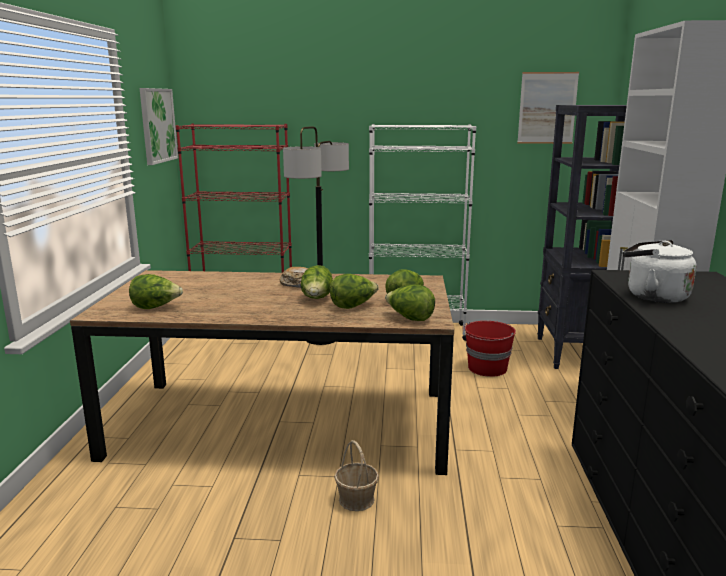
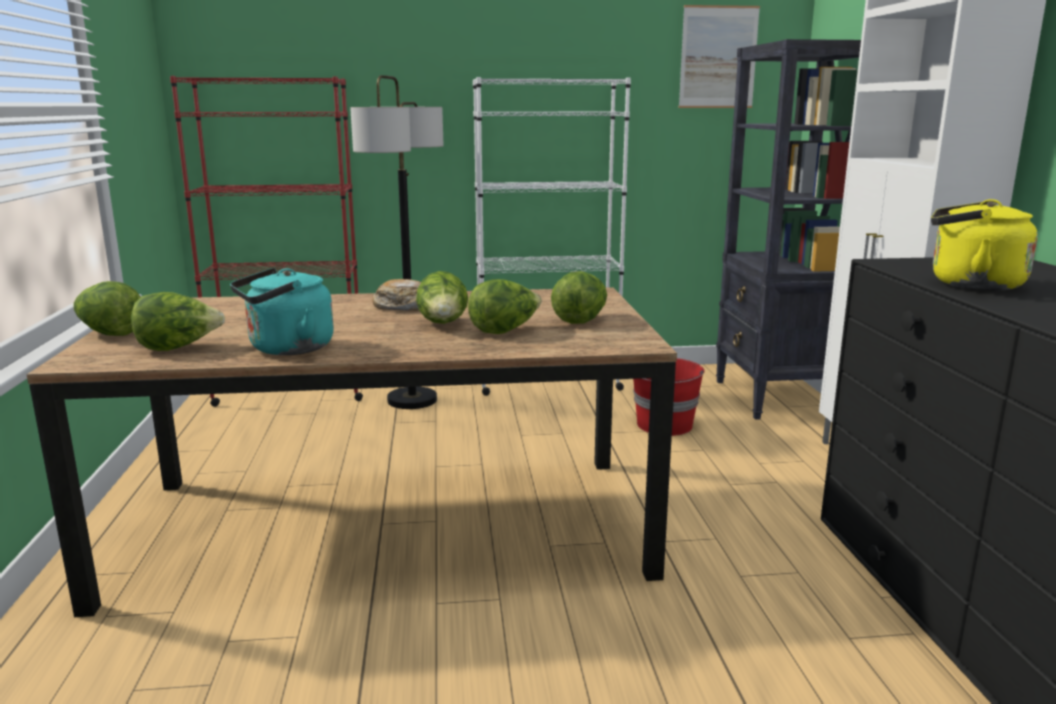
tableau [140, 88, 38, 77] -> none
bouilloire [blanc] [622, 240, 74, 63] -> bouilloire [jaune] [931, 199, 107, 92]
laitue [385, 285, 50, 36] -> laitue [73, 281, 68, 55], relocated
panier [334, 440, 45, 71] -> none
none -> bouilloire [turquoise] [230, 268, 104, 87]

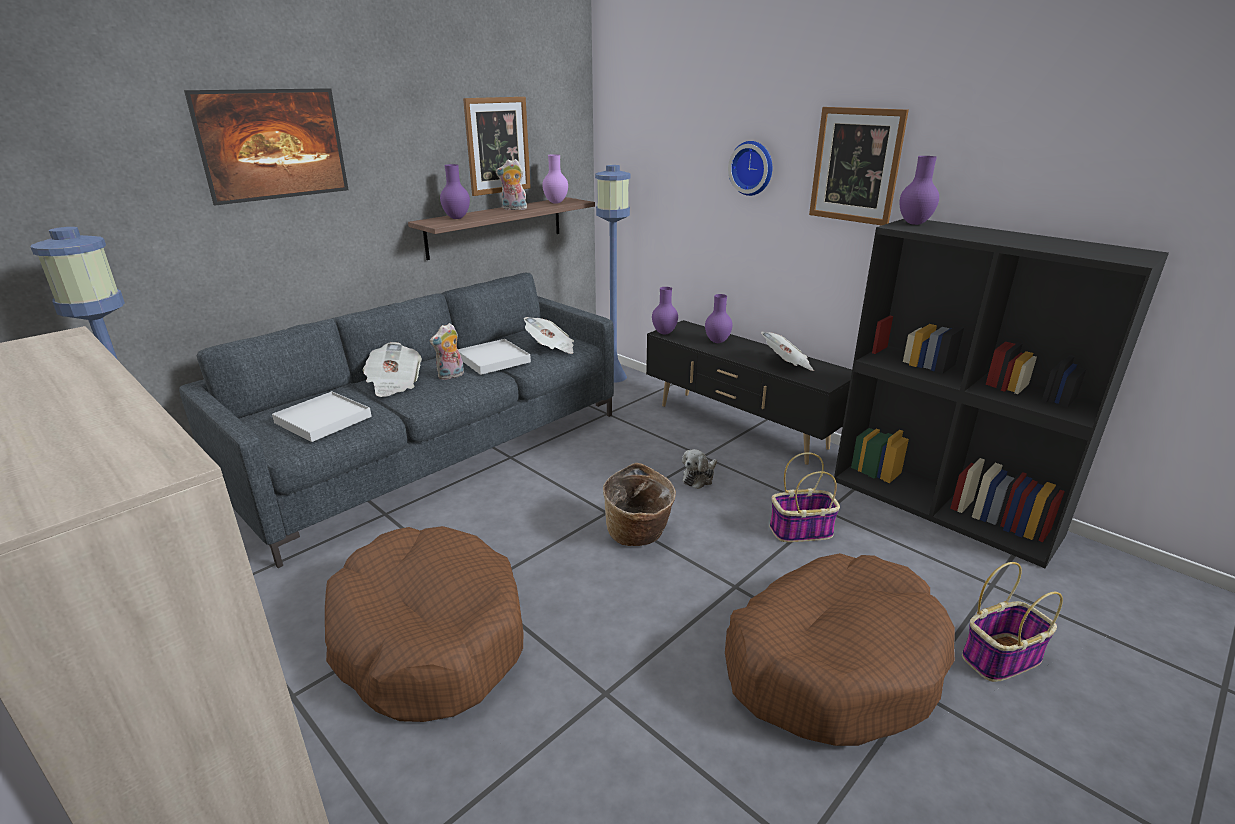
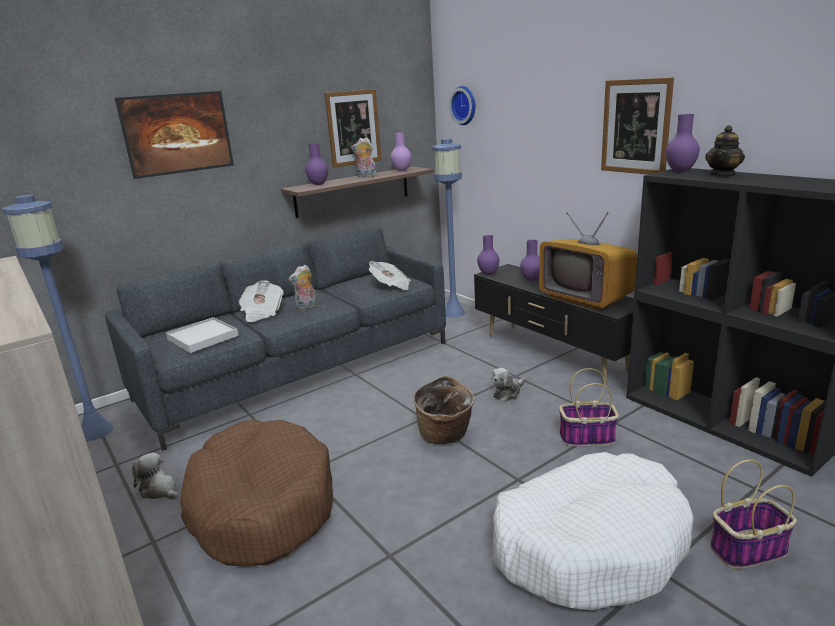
horloge murale [728, 141, 44, 55] -> horloge murale [449, 86, 27, 39], relocated
journal [761, 332, 53, 39] -> téléviseur [539, 212, 99, 98]
plateau [blanc] [458, 339, 73, 36] -> none
panier pour chien [marron] [725, 553, 230, 193] -> panier pour chien [blanc] [492, 452, 201, 158]
none -> théière [705, 125, 40, 52]
none -> peluche [132, 452, 46, 48]

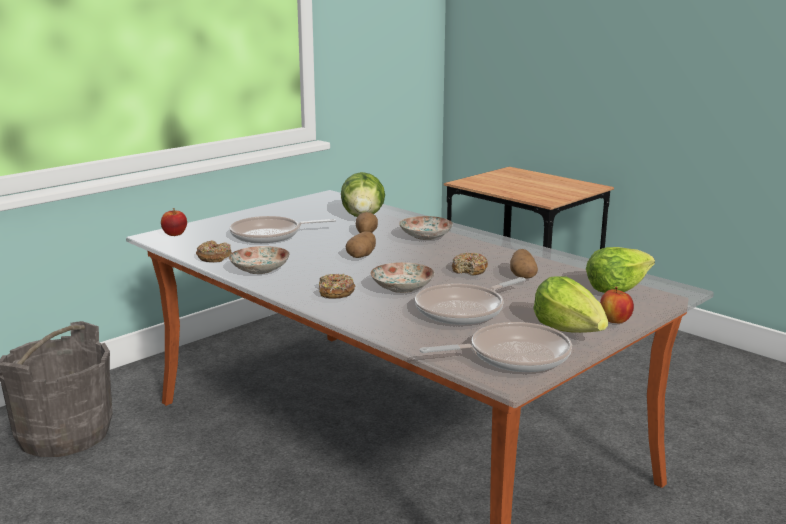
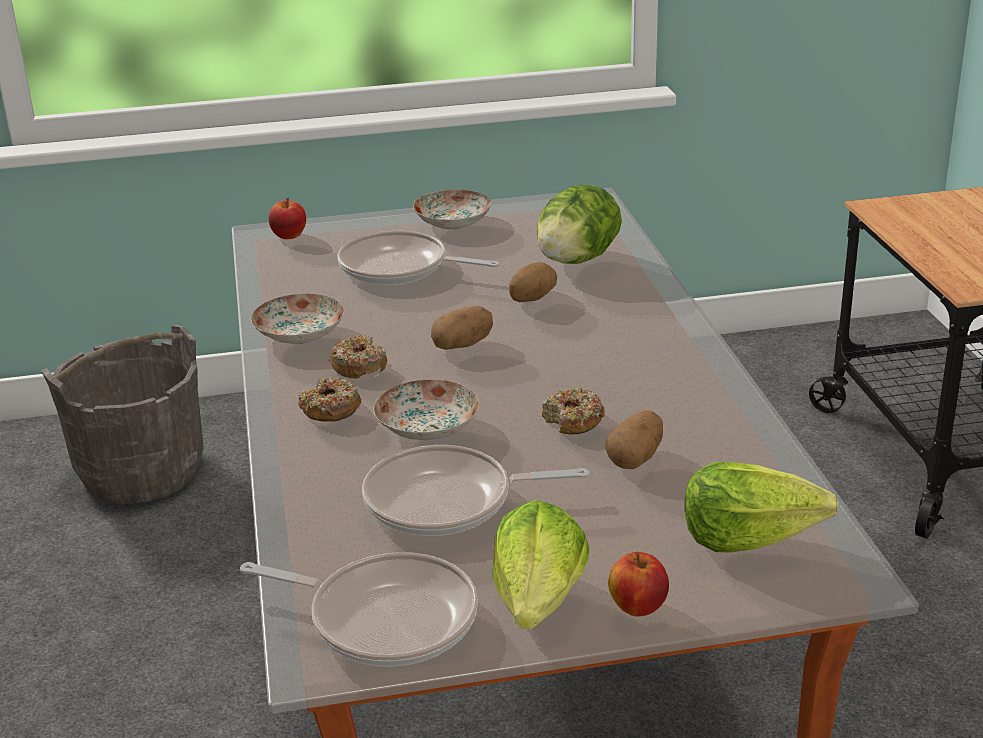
assiette [399, 216, 54, 24] -> assiette [413, 189, 78, 40], relocated
beignet [196, 241, 36, 21] -> beignet [329, 335, 58, 44], relocated

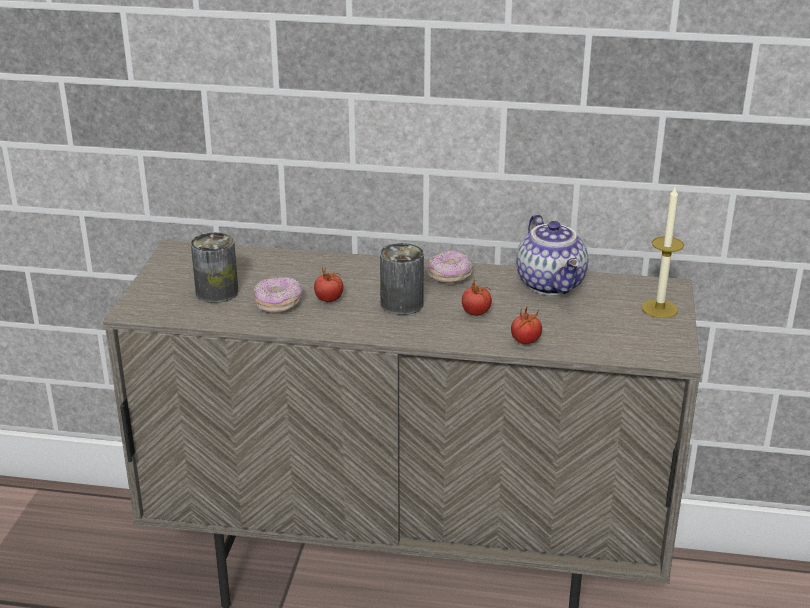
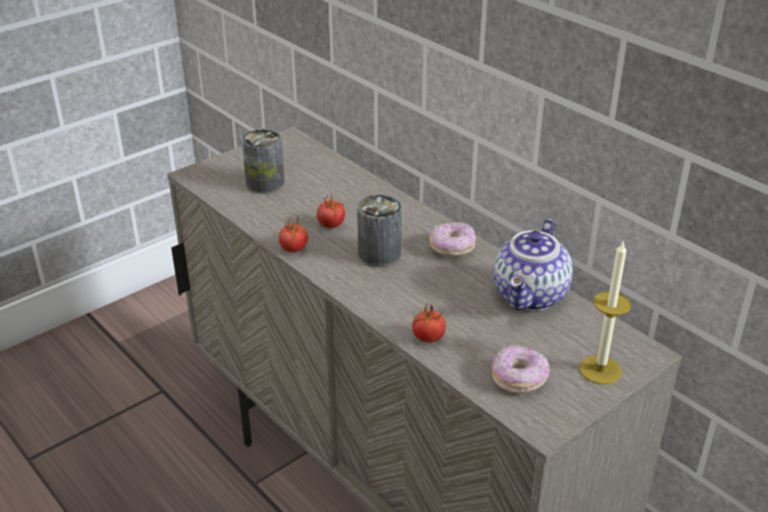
beignet [254, 277, 48, 37] -> beignet [492, 345, 58, 48], relocated
tomate [462, 279, 30, 37] -> tomate [279, 218, 29, 35], relocated

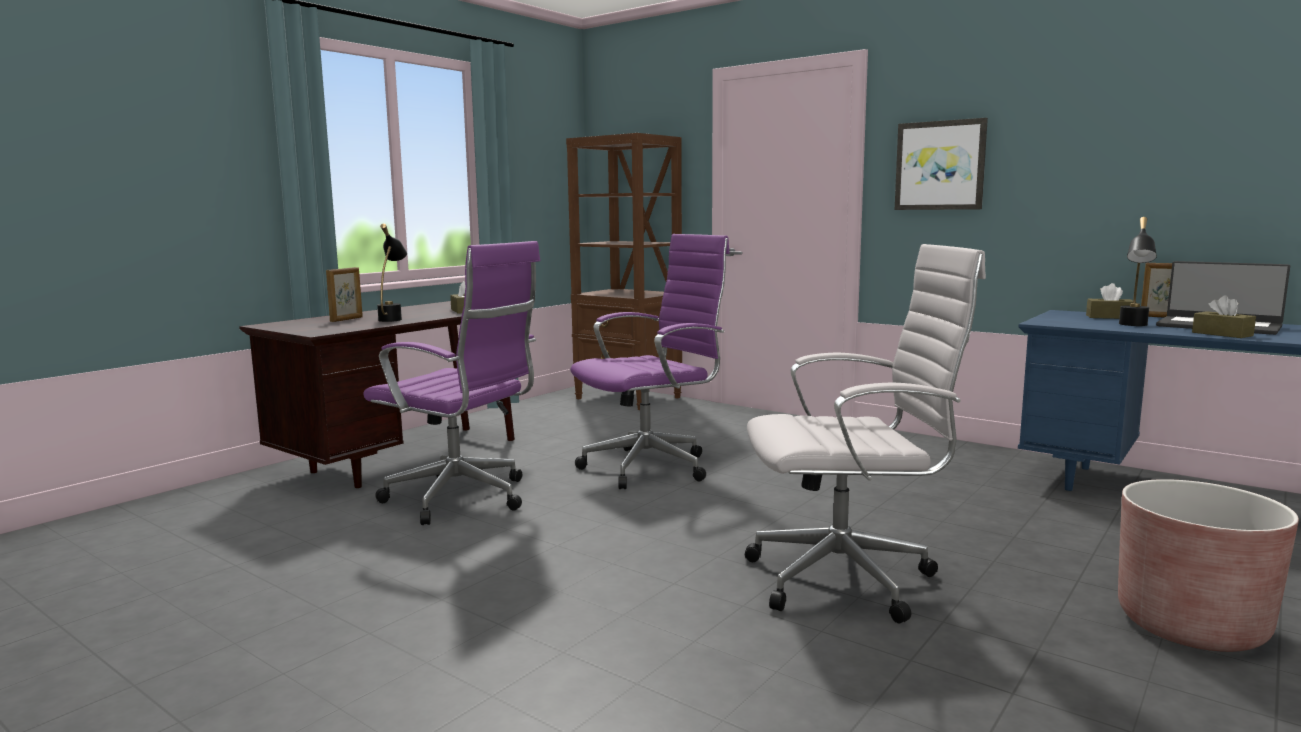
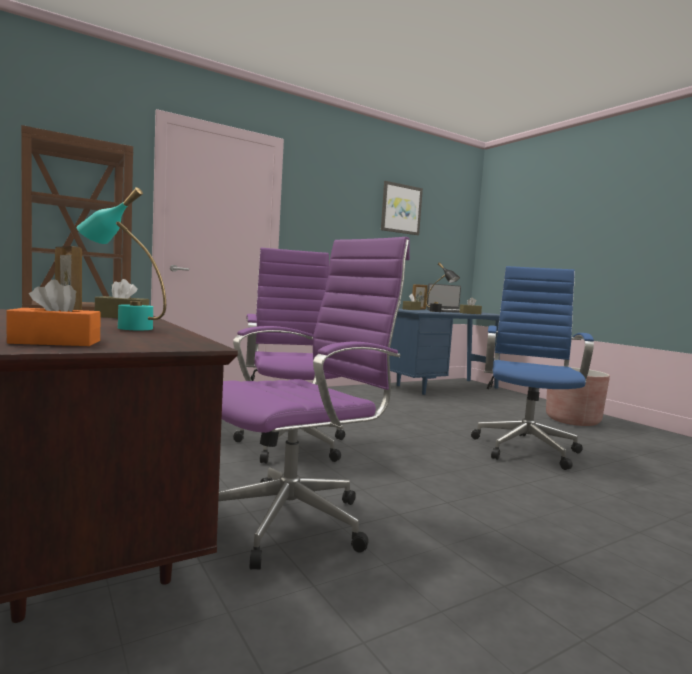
tableau [895, 118, 93, 92] -> tableau [381, 181, 42, 54], relocated
lampe de table [noir] [377, 223, 30, 99] -> lampe de table [turquoise] [77, 187, 89, 143]
chaise de bureau [blanc] [745, 244, 241, 379] -> chaise de bureau [bleu] [471, 266, 123, 204]
none -> boîte à mouchoirs [orange] [6, 279, 95, 67]

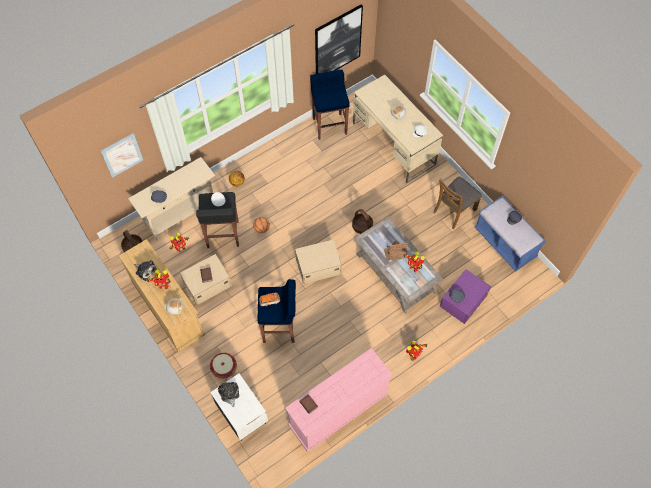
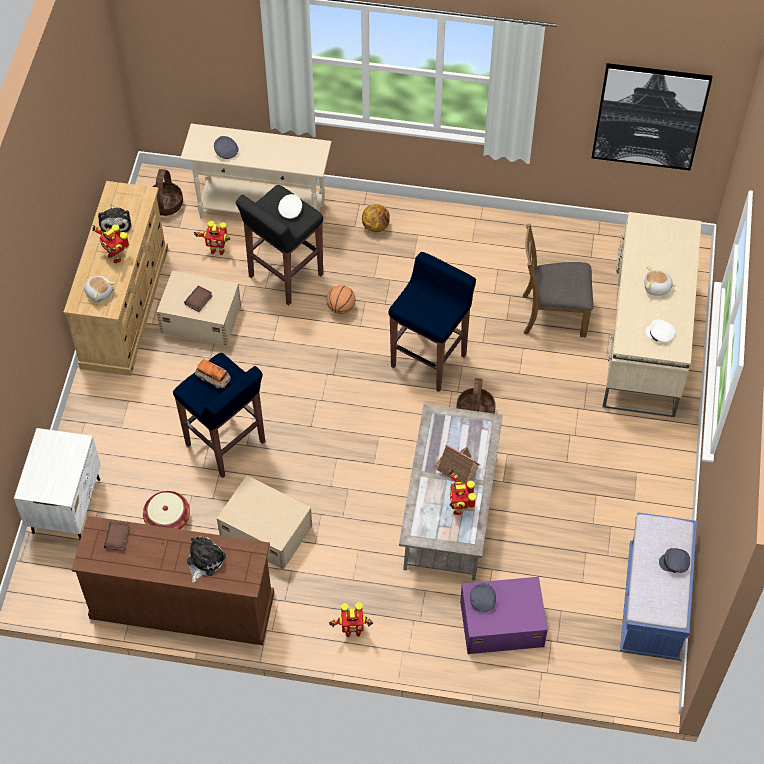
tabouret [bleu] [310, 70, 40, 70] -> tabouret [bleu] [389, 252, 87, 140], relocated
tableau [101, 133, 42, 45] -> none
chaise [marron] [433, 177, 49, 52] -> chaise [marron] [523, 224, 71, 113], relocated
boîte de rangement [beige] [295, 239, 47, 45] -> boîte de rangement [beige] [217, 475, 95, 95], relocated
commode [rose] [285, 348, 108, 104] -> commode [marron] [72, 516, 202, 129]
panier [210, 353, 27, 26] -> panier [143, 491, 47, 38], relocated
peluche [218, 382, 21, 25] -> peluche [187, 537, 39, 46], relocated

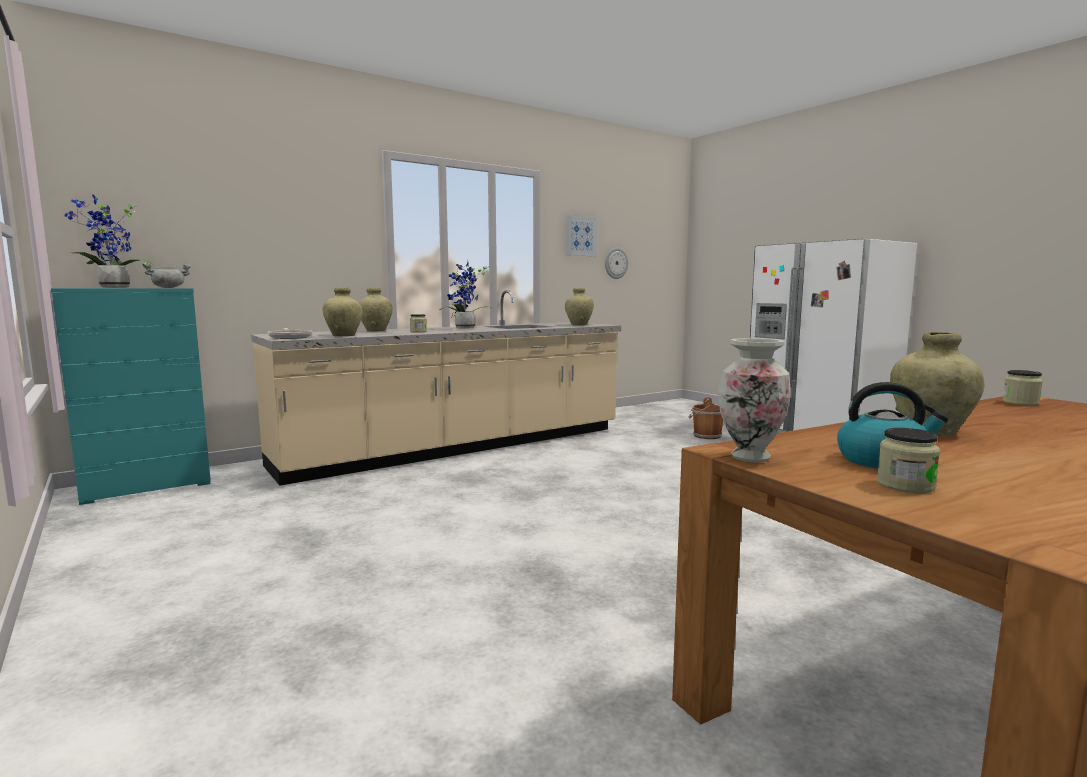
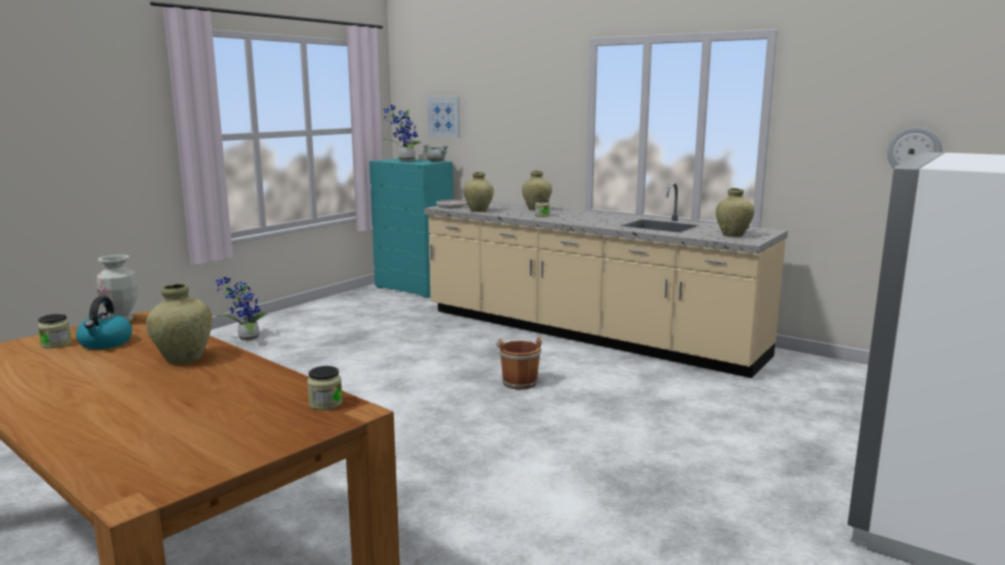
tableau [565, 215, 33, 41] -> tableau [427, 97, 33, 41], relocated
plante en pot [440, 262, 57, 67] -> plante en pot [215, 277, 52, 64], relocated
seau [marron] [689, 397, 34, 42] -> seau [marron] [497, 337, 45, 53], relocated

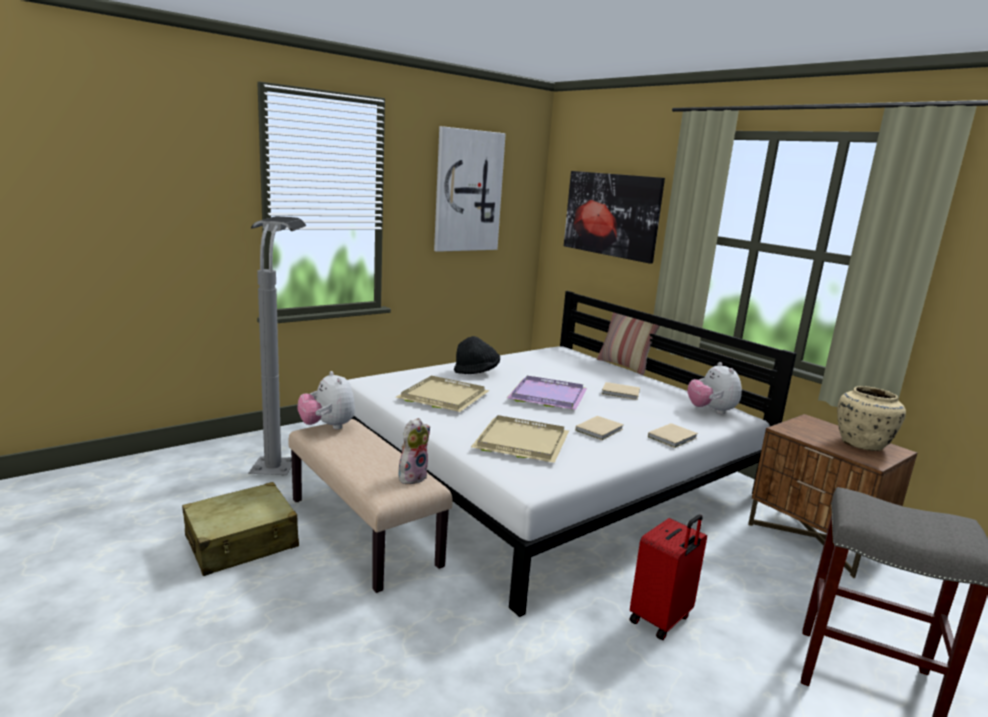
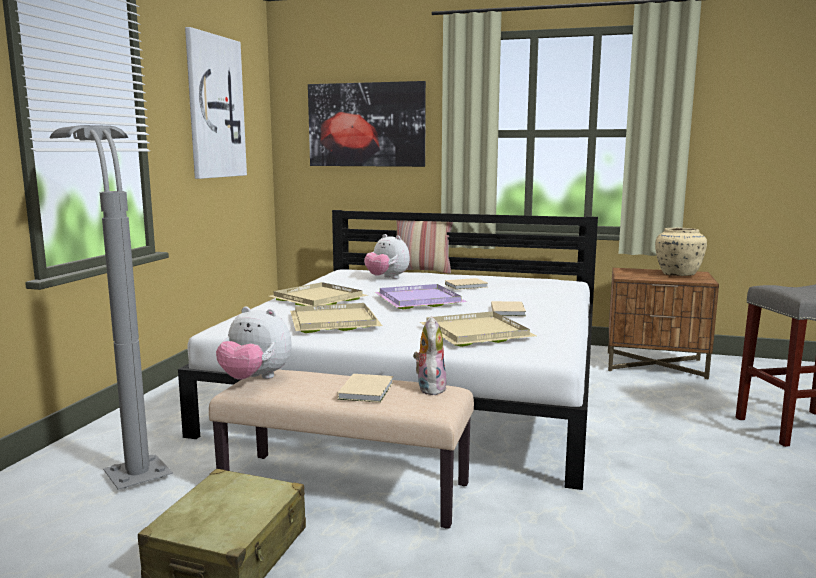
chapeau [noir] [454, 336, 46, 38] -> plateau [beige] [269, 282, 99, 25]
peluche [687, 362, 55, 53] -> peluche [364, 234, 46, 45], relocated
livre [beige] [648, 423, 50, 25] -> livre [beige] [338, 374, 55, 29], relocated
valise [rouge] [629, 514, 78, 126] -> none

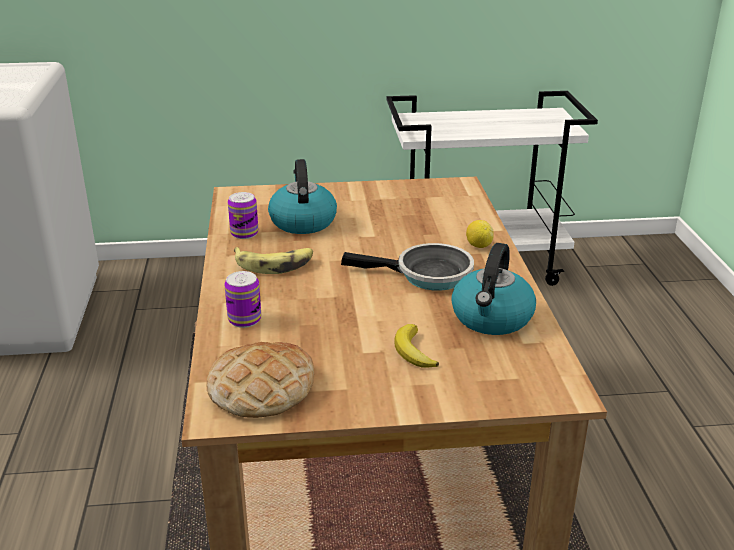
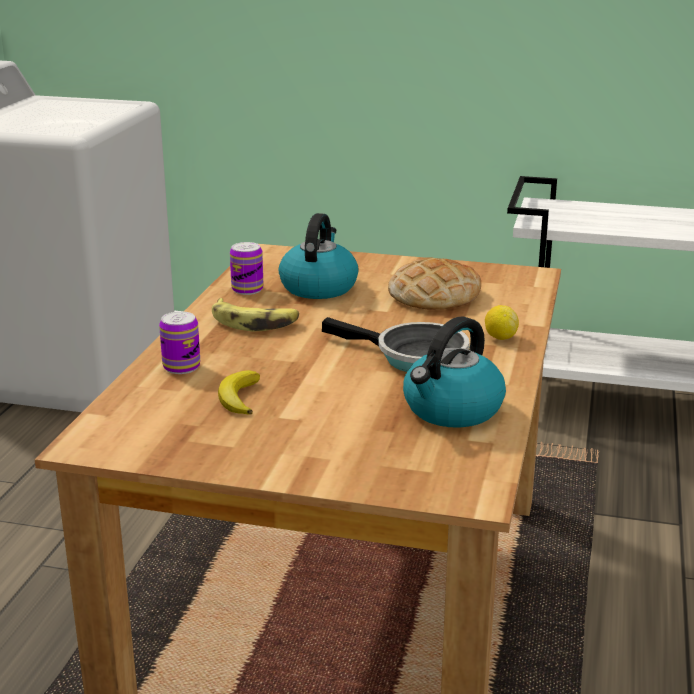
banane [394, 324, 45, 44] -> banane [218, 370, 42, 45], relocated
pain [206, 342, 108, 76] -> pain [388, 257, 93, 53], relocated

